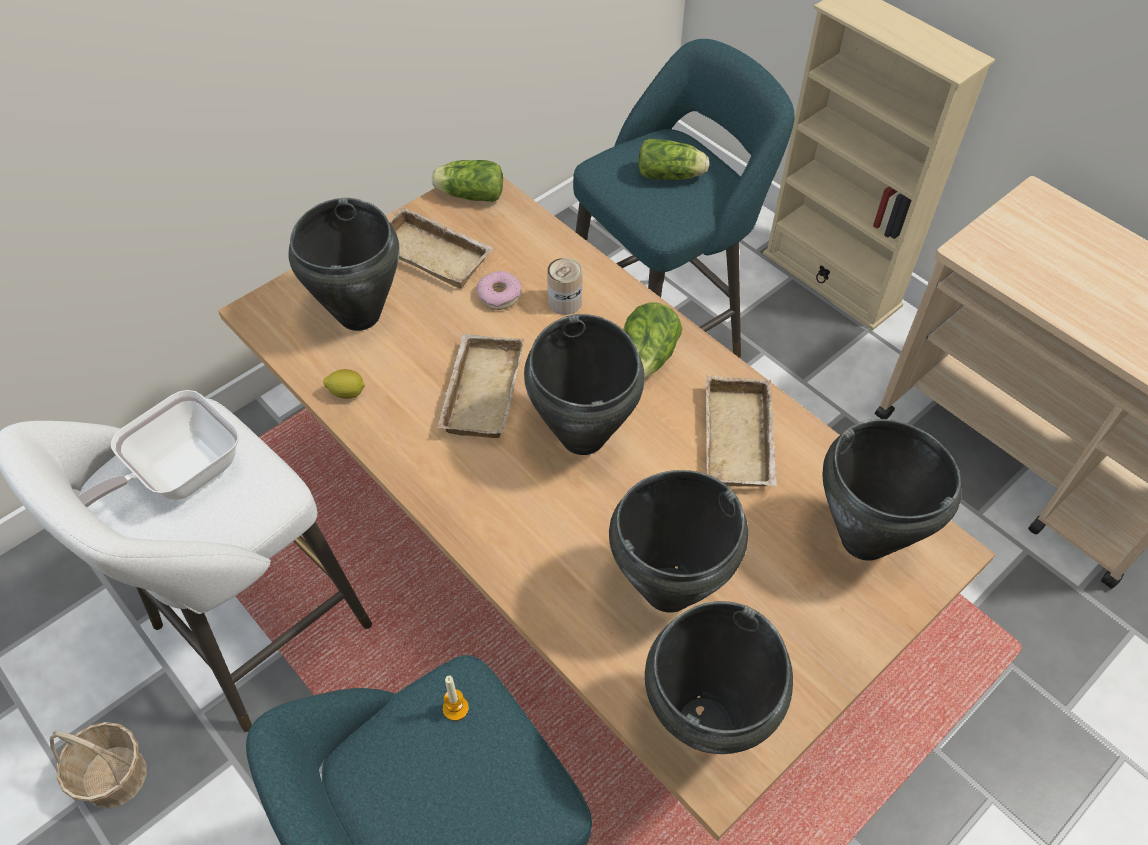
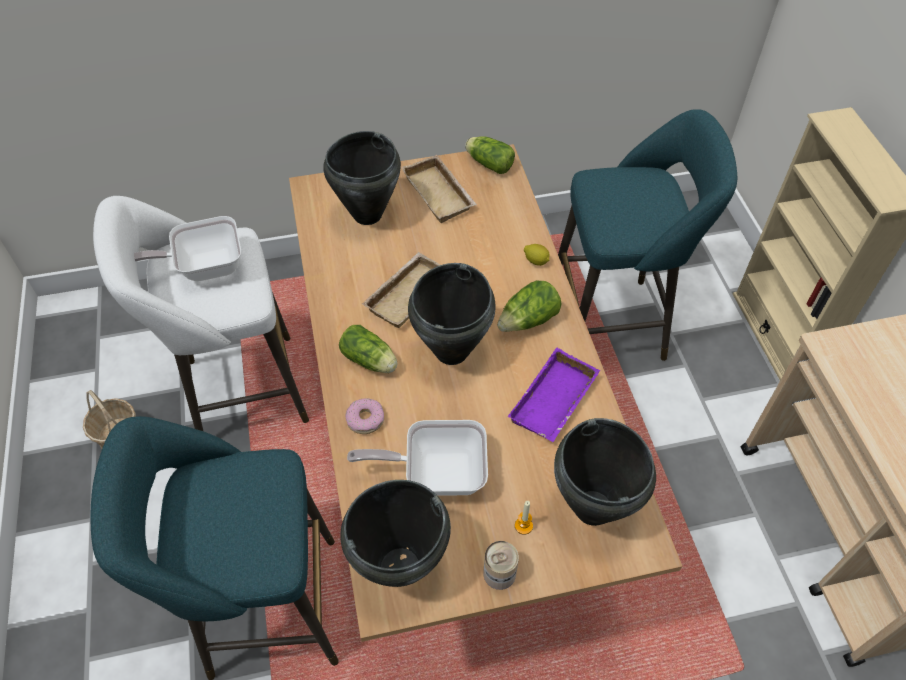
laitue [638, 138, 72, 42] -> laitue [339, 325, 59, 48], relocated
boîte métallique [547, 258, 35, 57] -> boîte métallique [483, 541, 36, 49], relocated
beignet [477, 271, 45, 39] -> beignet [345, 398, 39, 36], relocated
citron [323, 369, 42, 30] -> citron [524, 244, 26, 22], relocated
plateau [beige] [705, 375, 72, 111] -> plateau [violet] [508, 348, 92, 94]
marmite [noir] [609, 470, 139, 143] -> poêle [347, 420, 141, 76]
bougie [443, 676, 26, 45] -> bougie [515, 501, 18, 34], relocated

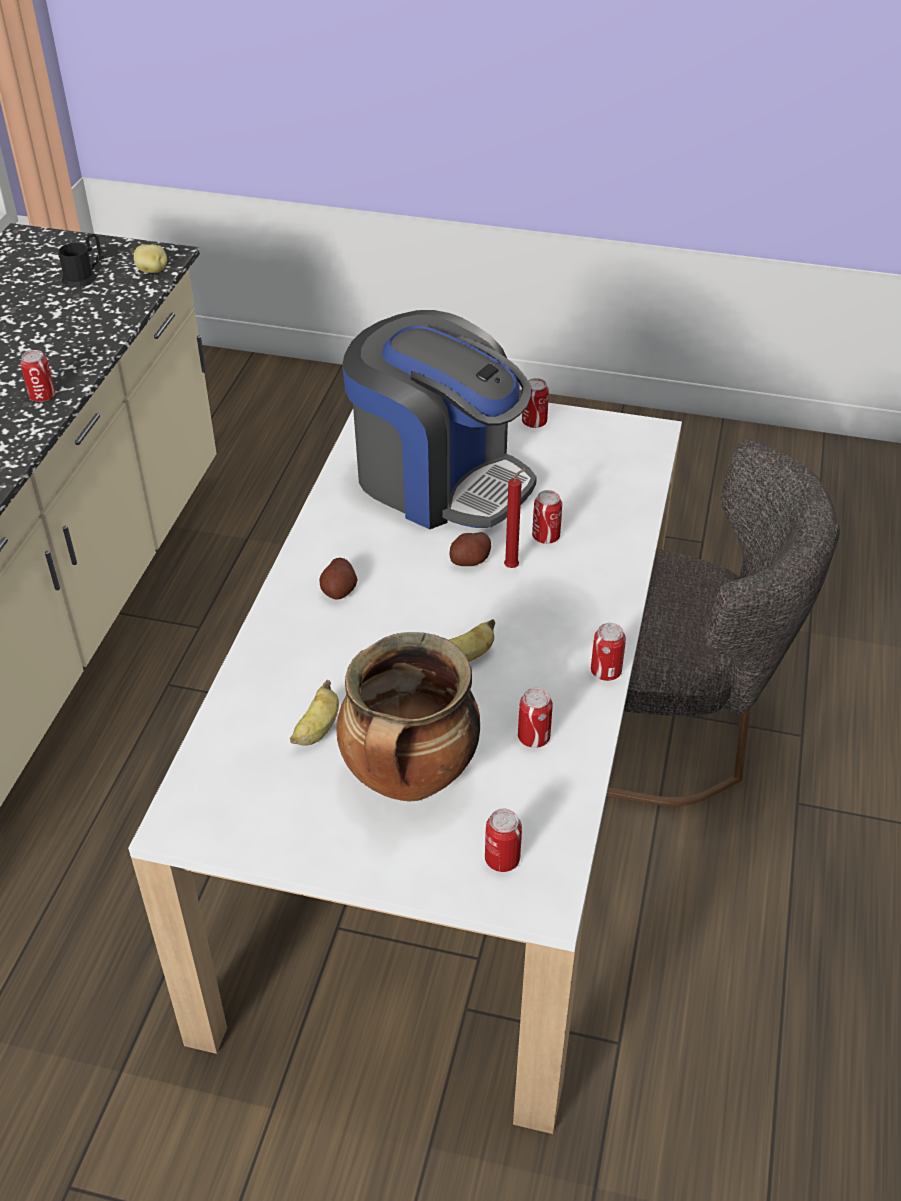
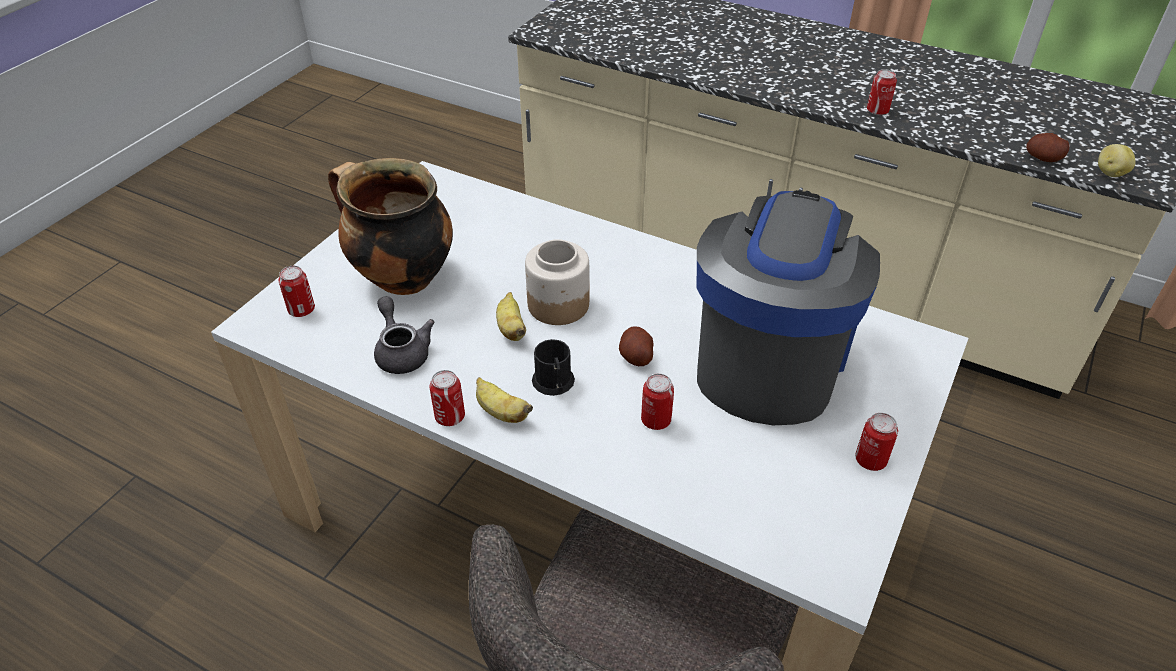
mug [noir] [58, 234, 46, 53] -> mug [noir] [532, 339, 43, 57], relocated
machine à café [342, 310, 195, 219] -> machine à café [696, 190, 184, 235], 150 degrees clockwise
bougie [rouge] [504, 467, 23, 101] -> none
pomme de terre [320, 558, 38, 42] -> pomme de terre [1026, 133, 44, 29], relocated
banane [290, 680, 49, 66] -> banane [476, 377, 57, 46], relocated
boîte métallique [518, 688, 35, 60] -> théière [gris] [374, 296, 61, 78]
none -> bocal [525, 239, 64, 86]

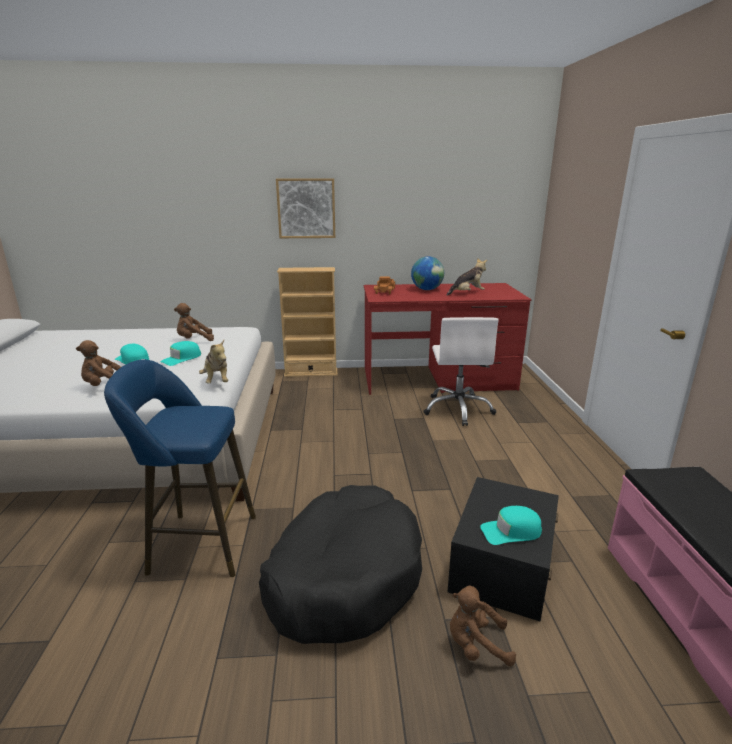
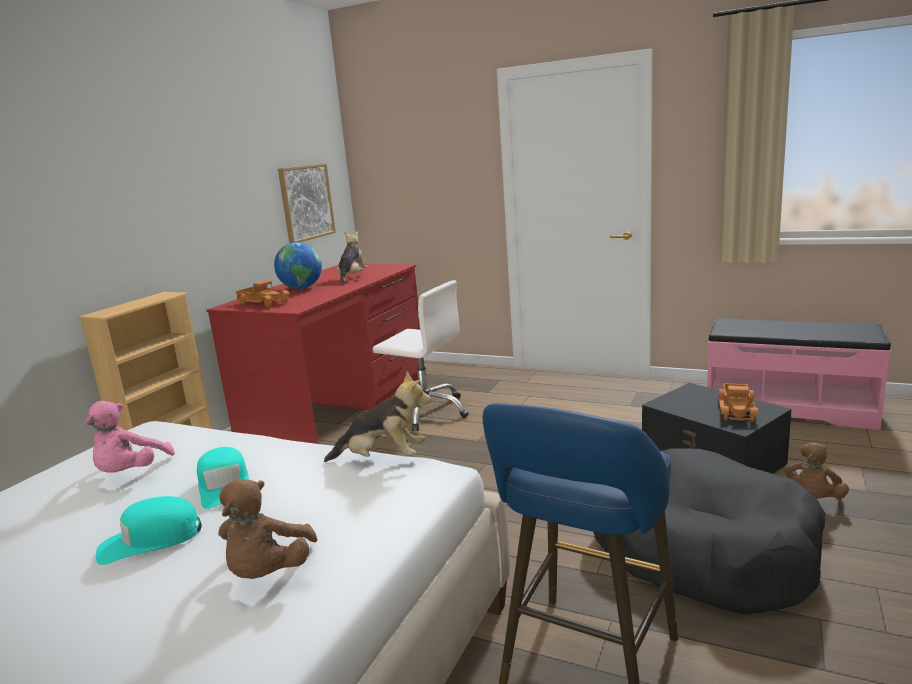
tableau [276, 178, 59, 60] -> tableau [278, 163, 58, 80], relocated
peluche [marron] [174, 303, 40, 38] -> peluche [rose] [85, 401, 90, 72]
casquette [turquoise] [480, 506, 62, 39] -> camion jouet [718, 383, 40, 39]

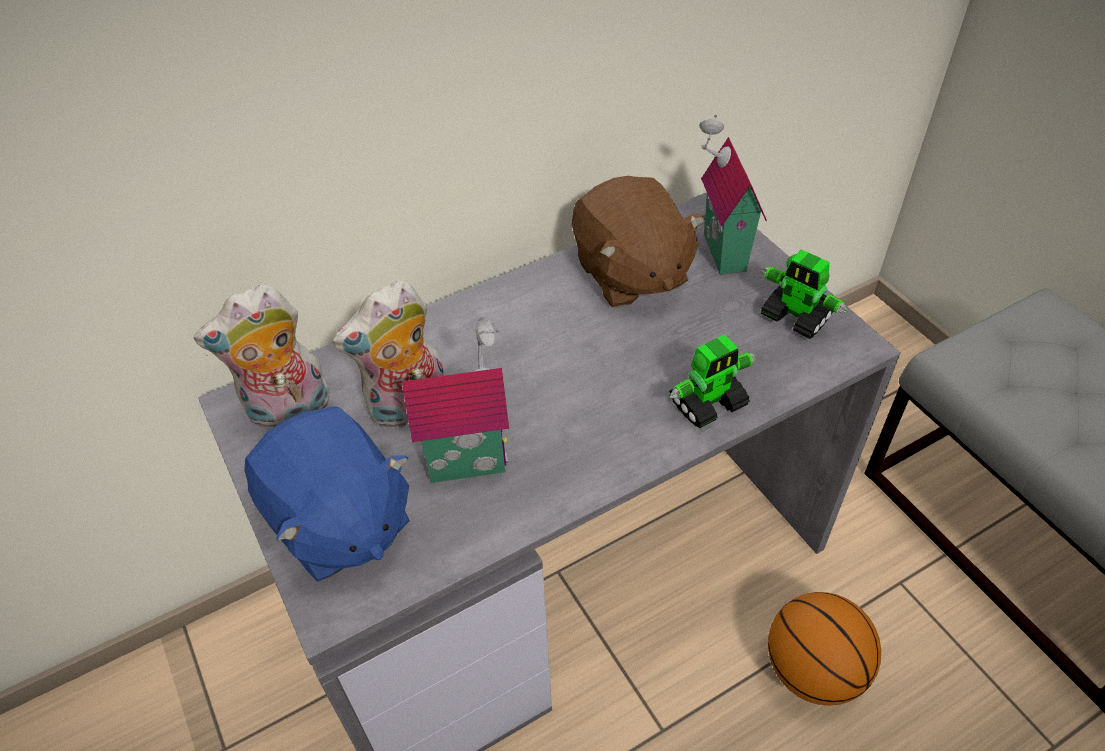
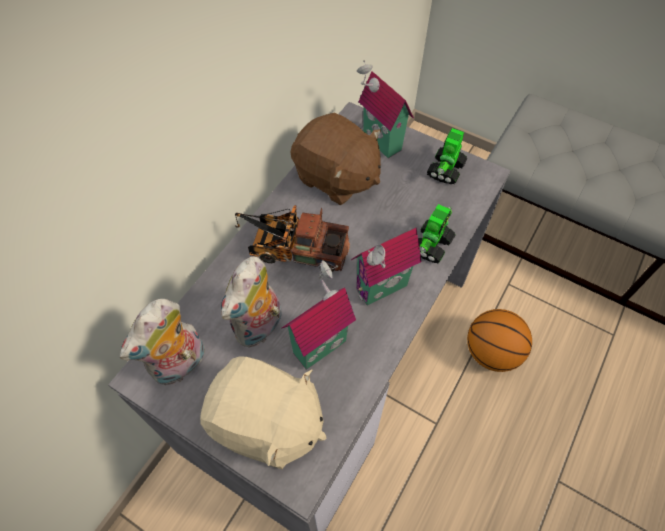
robot jouet [761, 249, 86, 90] -> robot jouet [427, 128, 41, 56], 105 degrees clockwise
peluche [bleu] [244, 406, 165, 176] -> peluche [beige] [200, 356, 126, 113]
none -> camion jouet [235, 205, 115, 67]
none -> maison miniature [351, 228, 71, 77]

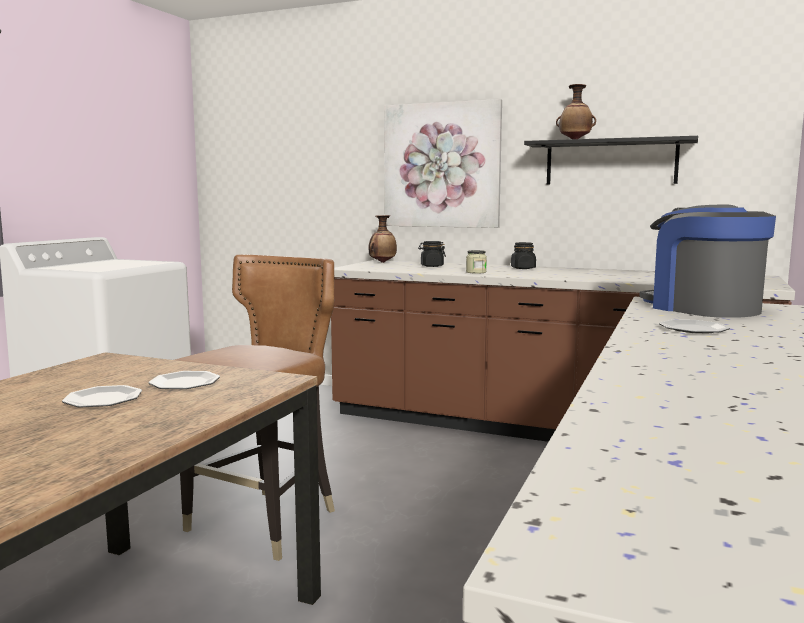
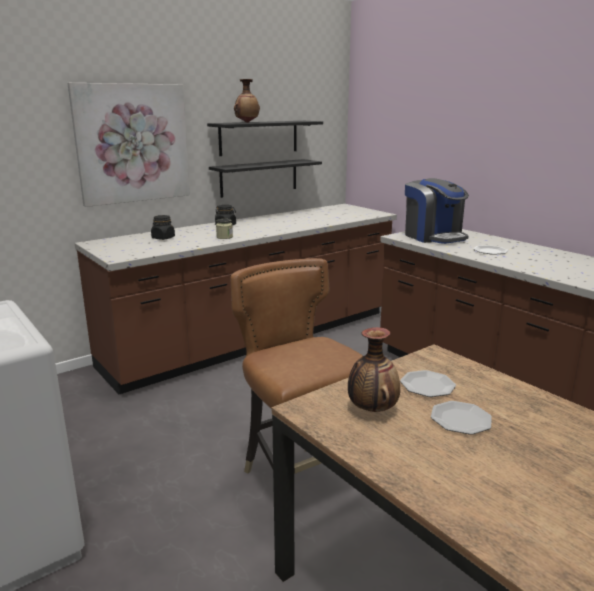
machine à café [639, 205, 137, 113] -> machine à café [405, 178, 64, 66], 120 degrees counterclockwise
vase [368, 215, 29, 48] -> vase [348, 327, 52, 85], relocated
none -> étagère [noir] [209, 159, 113, 39]

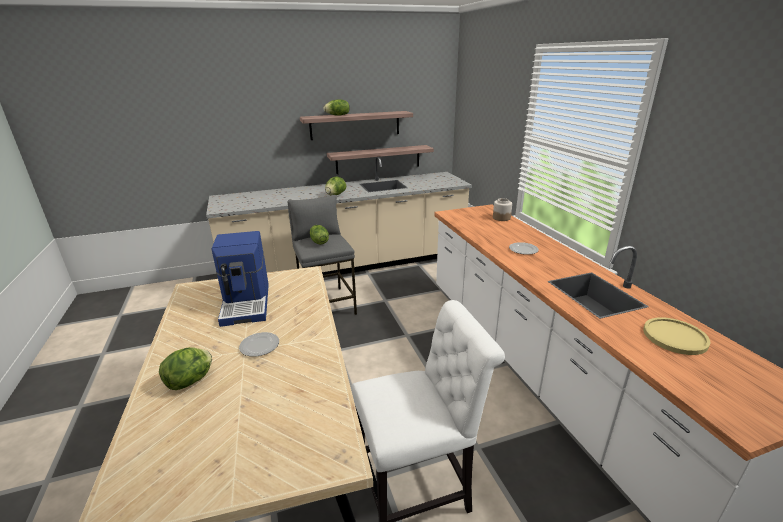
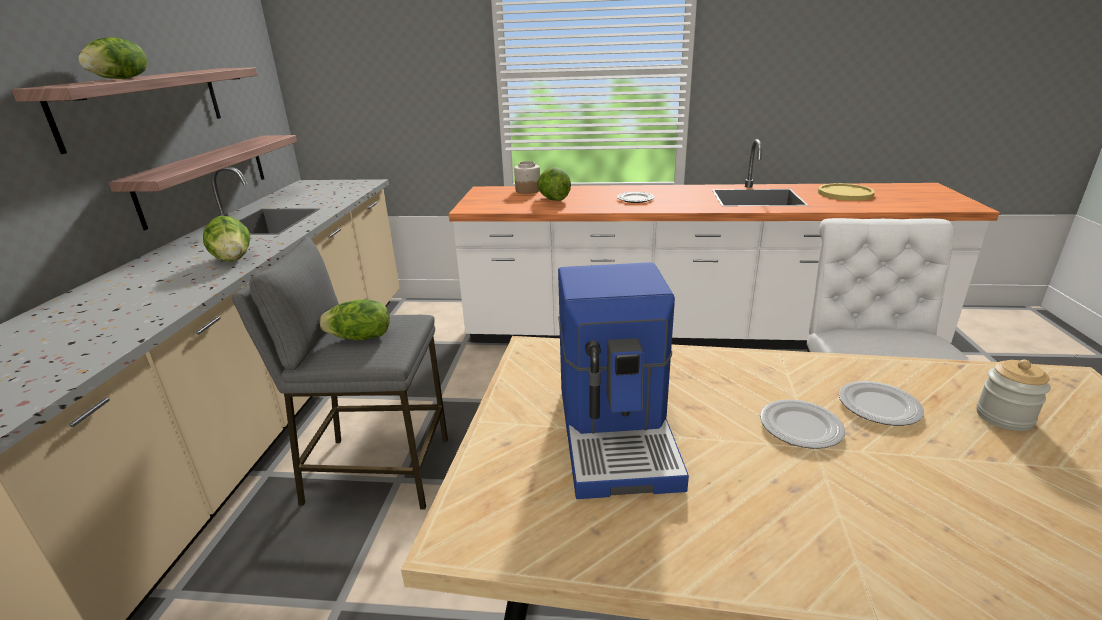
machine à café [212, 231, 57, 96] -> machine à café [558, 262, 131, 237], 75 degrees clockwise
laitue [159, 347, 53, 43] -> laitue [537, 167, 34, 34], relocated
none -> bocal [976, 360, 75, 71]
none -> assiette [839, 381, 85, 45]

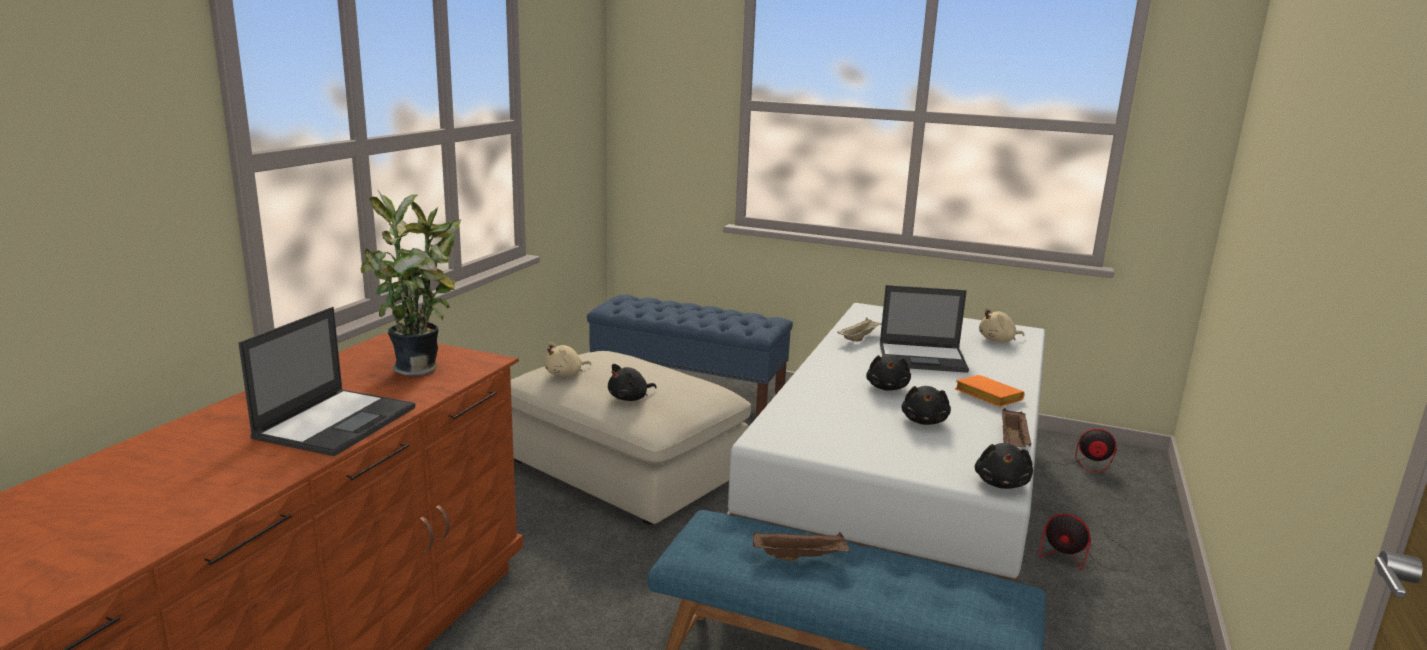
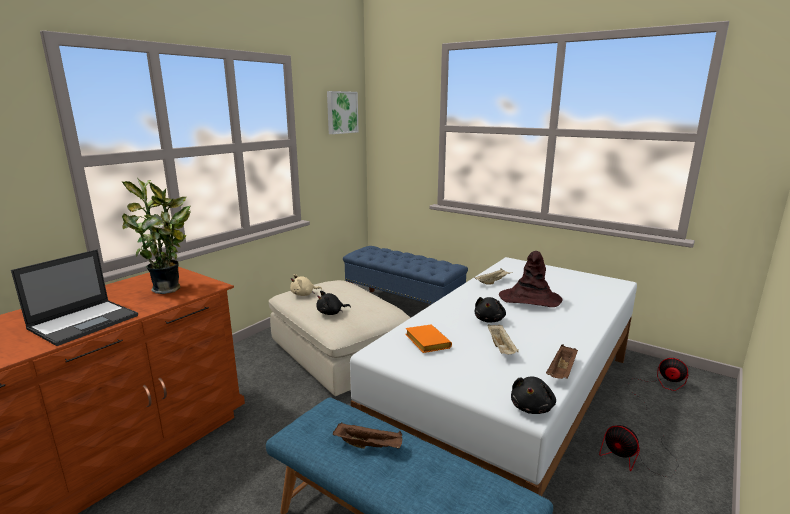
ordinateur portable [880, 285, 89, 88] -> chapeau [marron] [499, 251, 64, 56]
peluche [beige] [979, 307, 45, 35] -> none
livre [orange] [955, 375, 70, 32] -> livre [orange] [405, 325, 47, 28], relocated
peluche [noir] [901, 386, 50, 39] -> plateau [beige] [488, 324, 30, 30]
none -> tableau [327, 91, 32, 43]

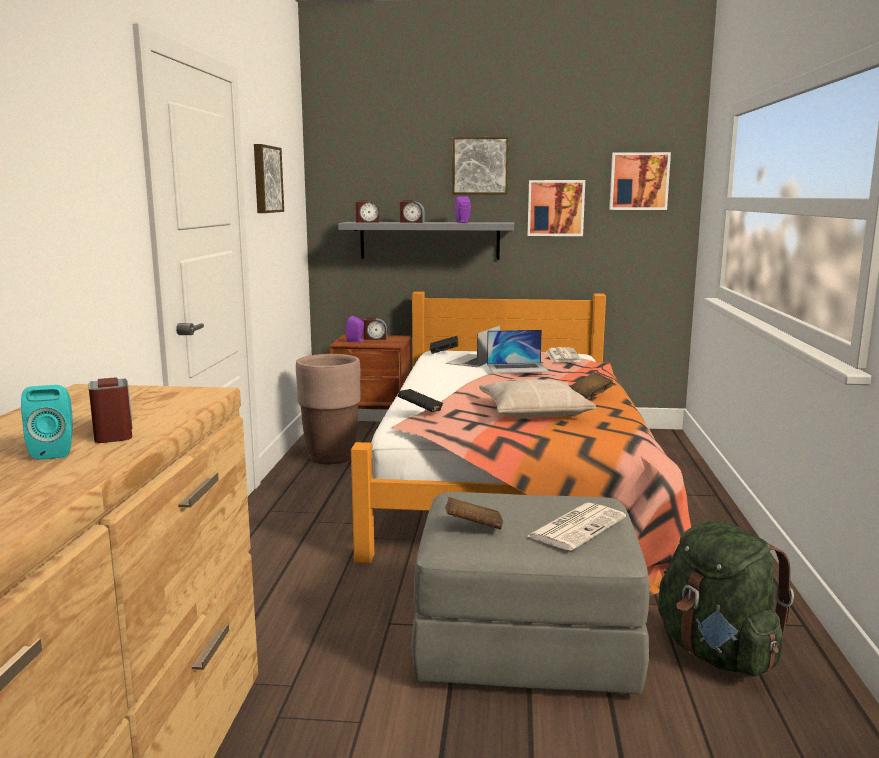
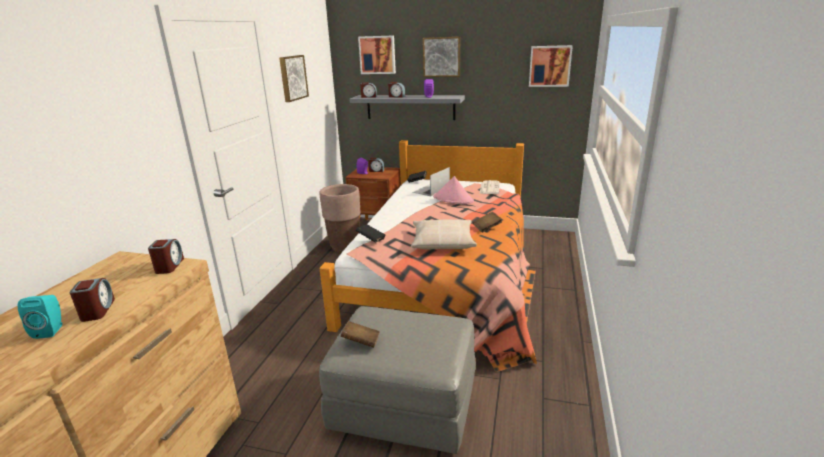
tableau [528, 180, 57, 56] -> tableau [358, 35, 38, 39], relocated
ordinateur portable [487, 330, 62, 43] -> chapeau [rose] [433, 176, 41, 28]
journal [526, 503, 100, 48] -> none
sac à dos [vert] [658, 521, 136, 156] -> none
none -> réveil [148, 239, 36, 35]

